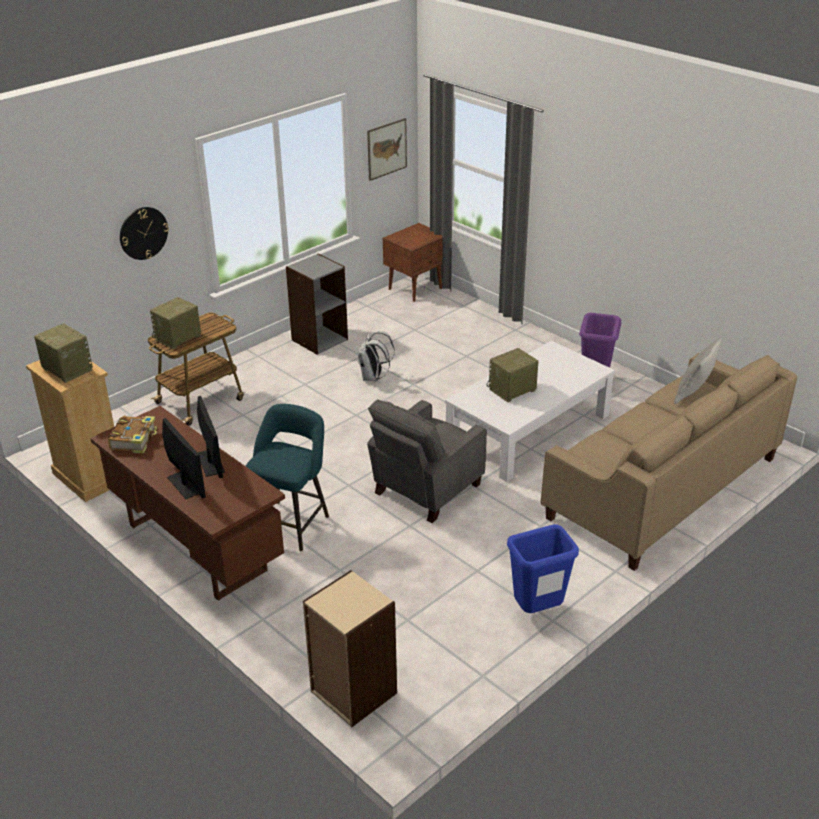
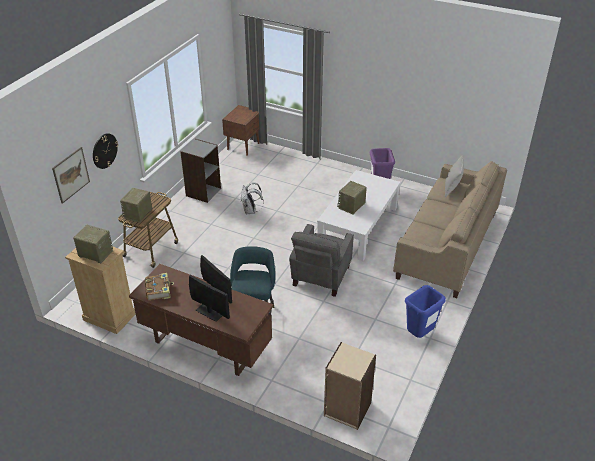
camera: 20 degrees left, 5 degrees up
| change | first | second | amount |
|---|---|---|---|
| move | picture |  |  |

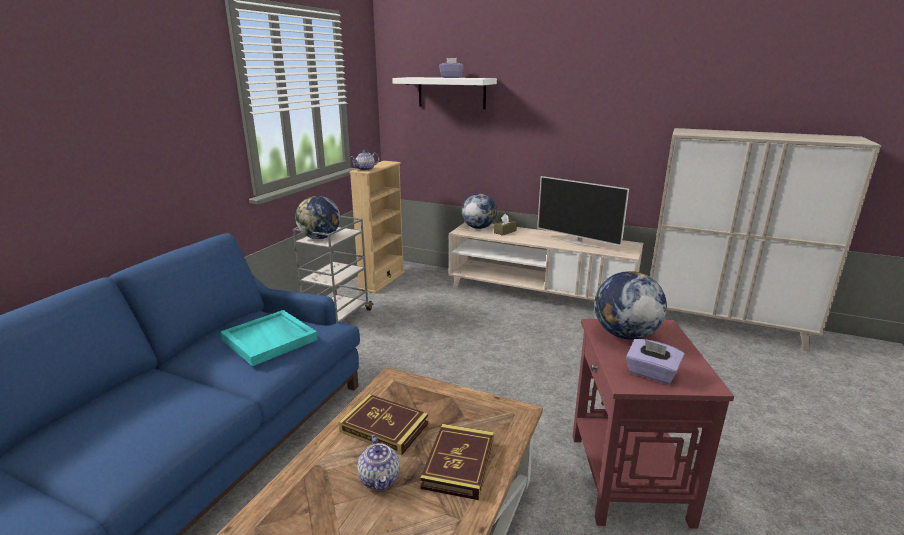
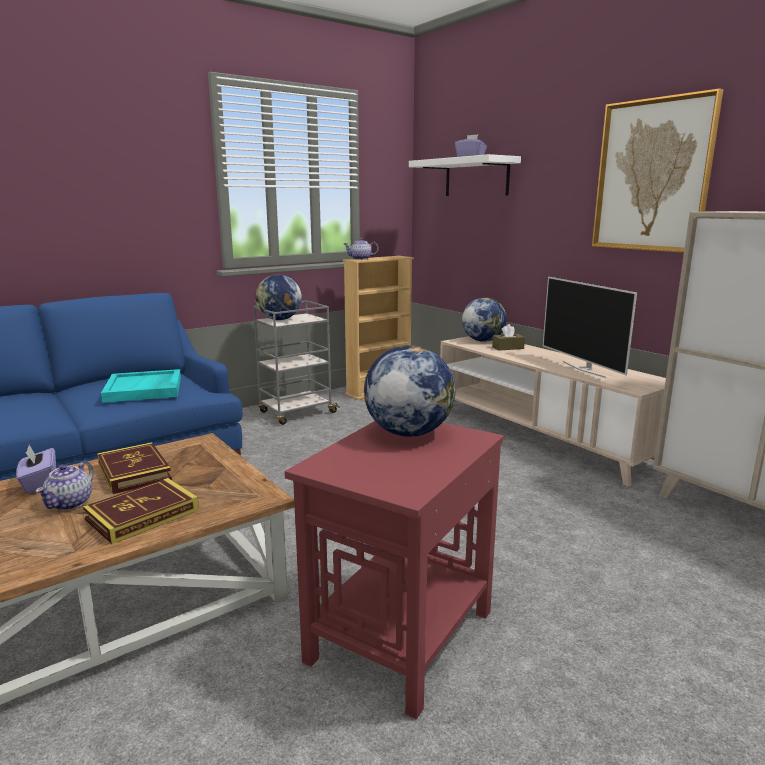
camera: 30 degrees right, 5 degrees down
| change | first | second | amount |
|---|---|---|---|
| insert |  | picture |  |
| move | purple tissue box (2nd from left in the first image) | purple tissue box (1st from left) |  |

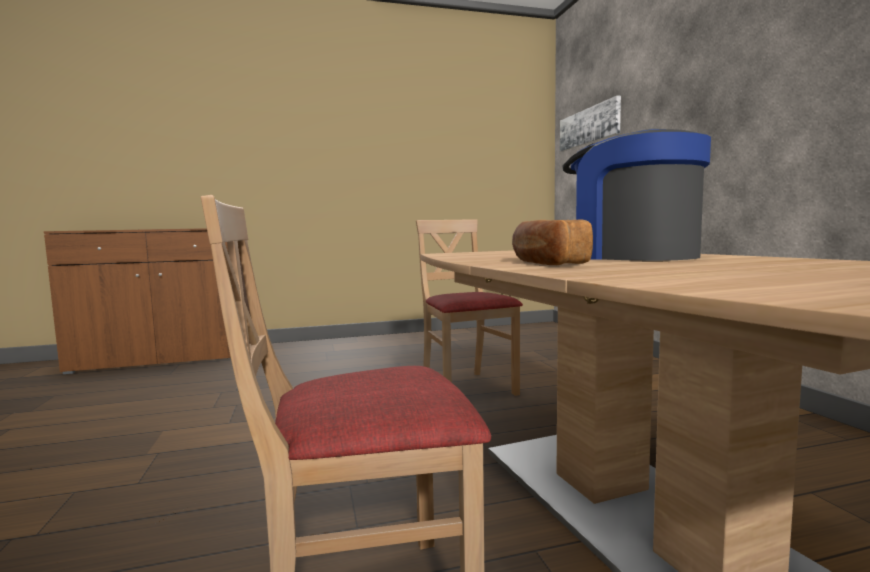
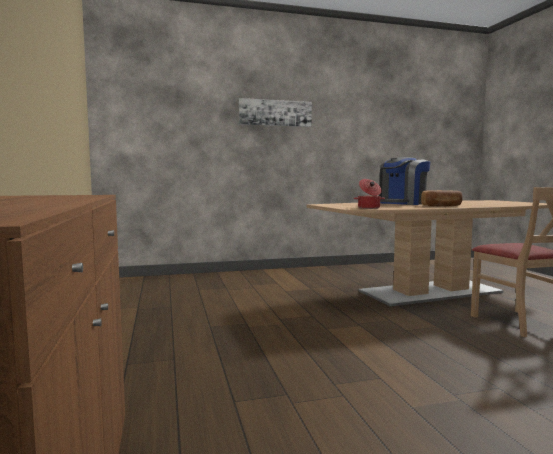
camera: 90 degrees left, 0 degrees up
| change | first | second | amount |
|---|---|---|---|
| delete | beige chair (2nd from left) |  |  |
| insert |  | cooking pot |  |
| move | picture |  |  |

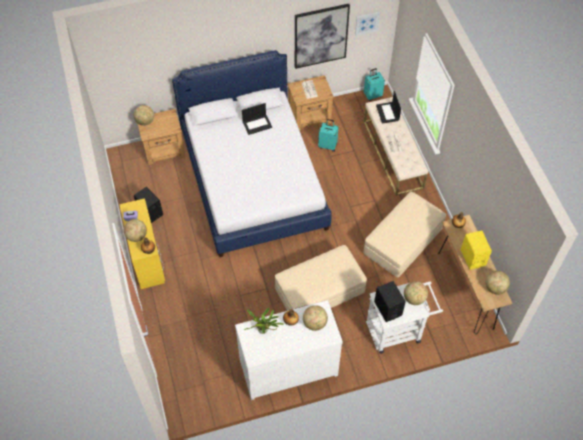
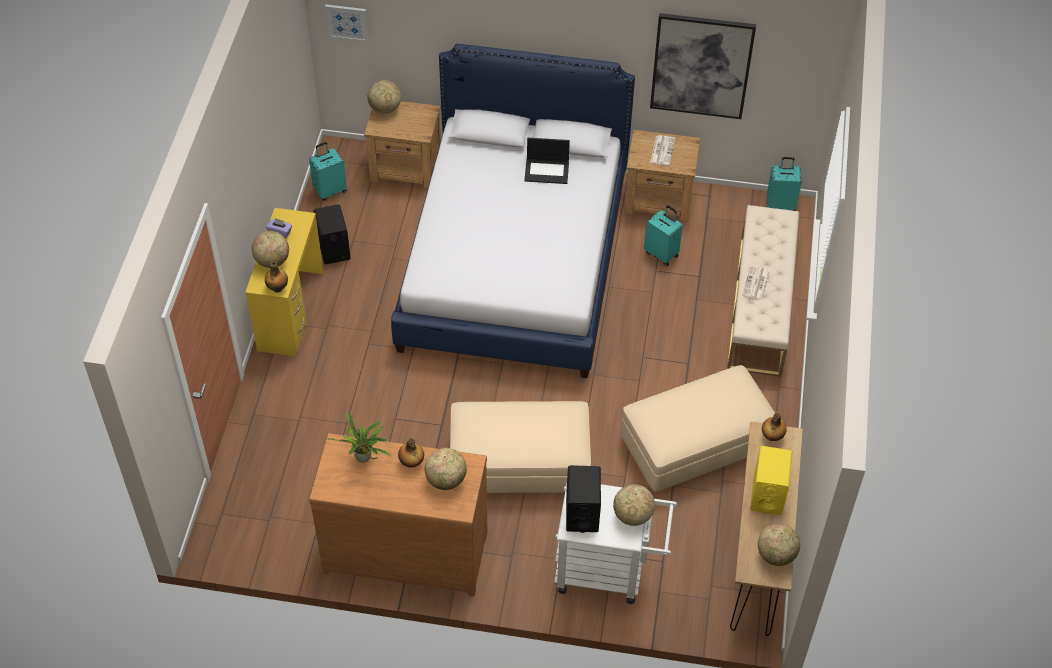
camera: 25 degrees right, 5 degrees down
| change | first | second | amount |
|---|---|---|---|
| delete | laptop (2nd from left) |  |  |
| insert |  | turquoise suitcase (1st from left) |  |
| move | picture (2nd from left in the first image) | picture (1st from left) |  |
| recolor | white dresser | brown dresser |  |

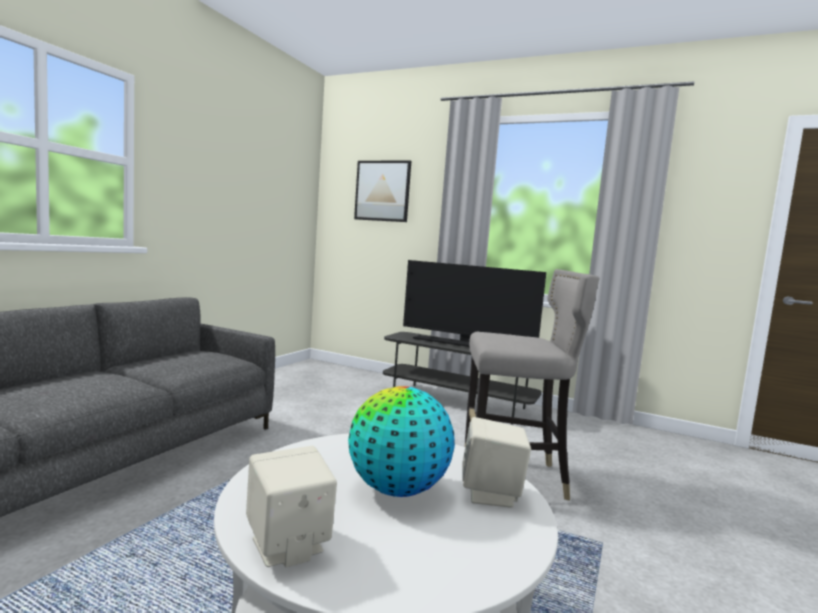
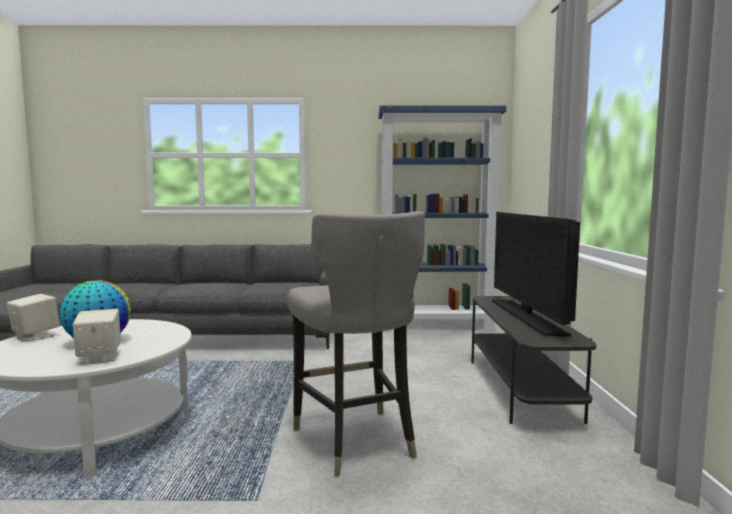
camera: 65 degrees right, 0 degrees up
| change | first | second | amount |
|---|---|---|---|
| delete | picture |  |  |
| insert |  | blue bookcase |  |

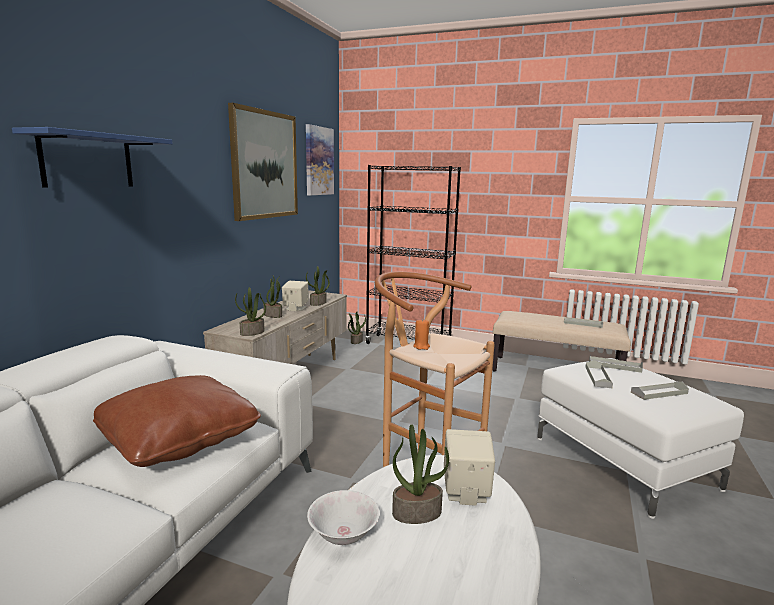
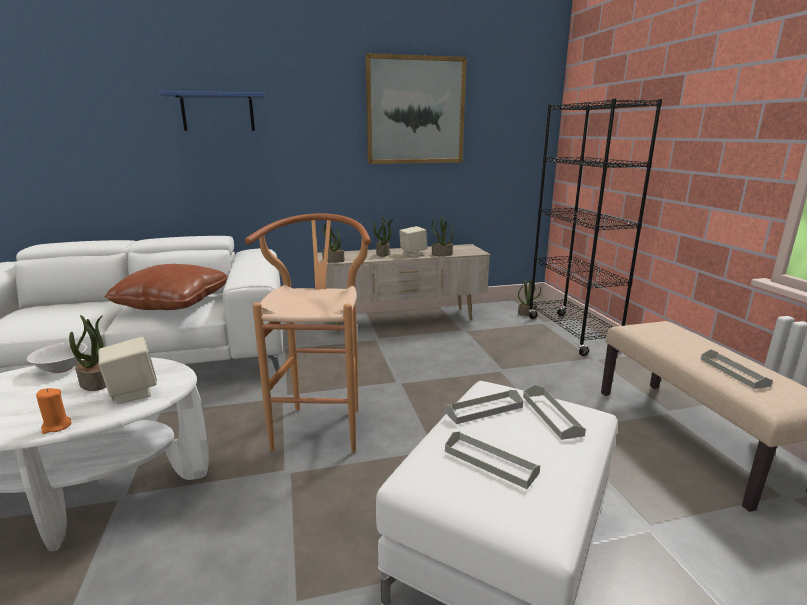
camera: 55 degrees right, 5 degrees up
| change | first | second | amount |
|---|---|---|---|
| delete | picture (2nd from left) |  |  |
| move | orange candle |  |  |

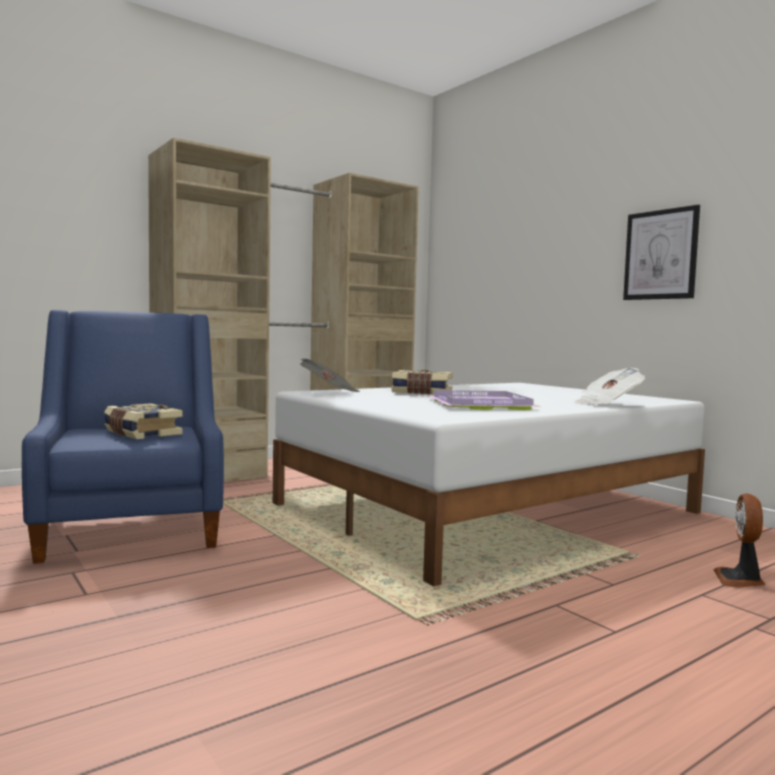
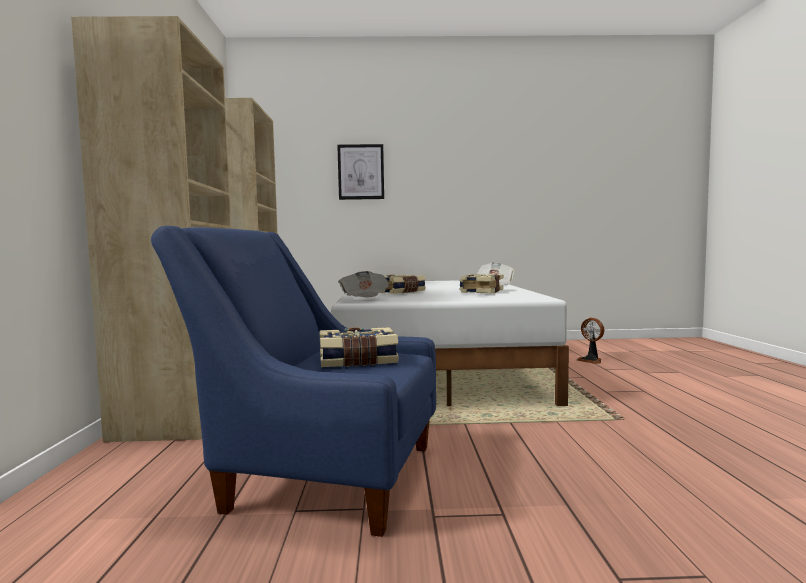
camera: 55 degrees left, 0 degrees up
| change | first | second | amount |
|---|---|---|---|
| move | picture |  |  |
| replace | purple tray | book (3rd from left) |  |

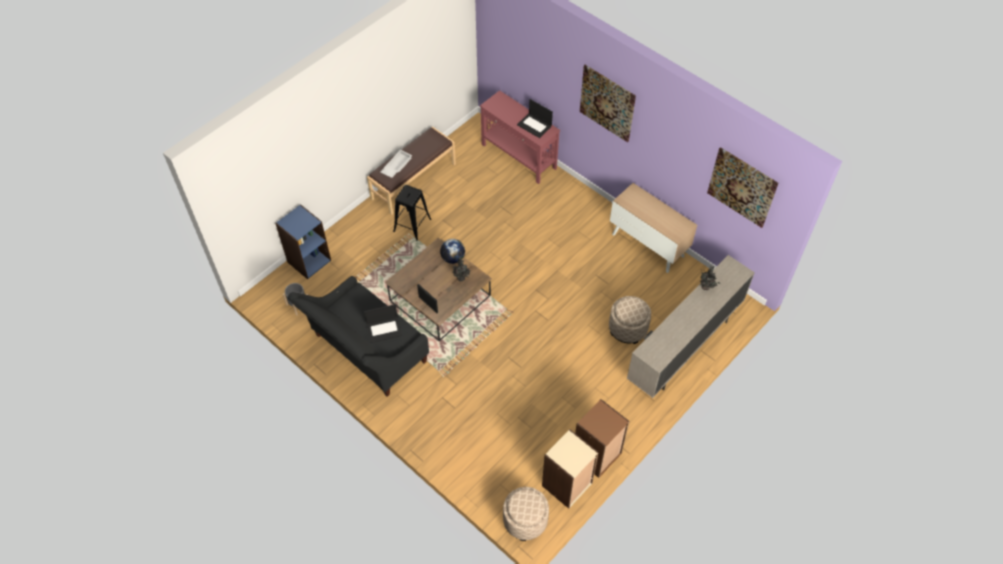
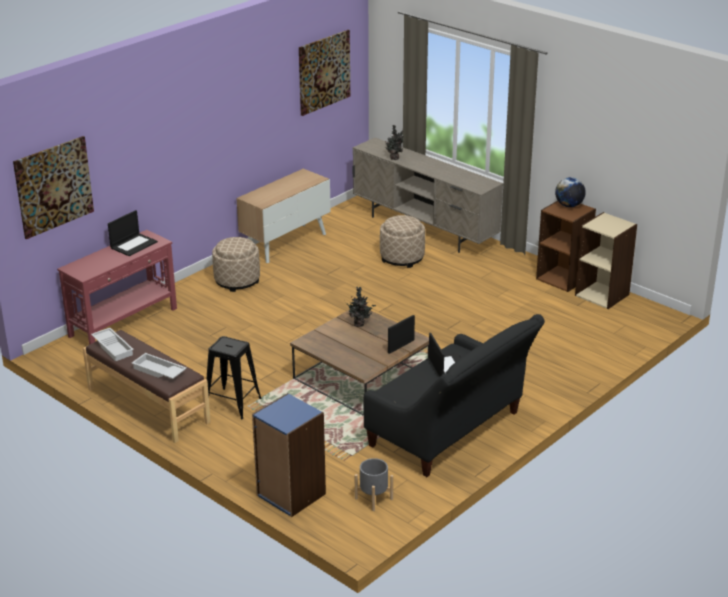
camera: 90 degrees left, 25 degrees down
| change | first | second | amount |
|---|---|---|---|
| insert |  | white tray (1st from left) |  |
| move | globe |  |  |
| move | beige ottoman (1st from left) |  |  |
| move | picture (1st from left) |  |  |

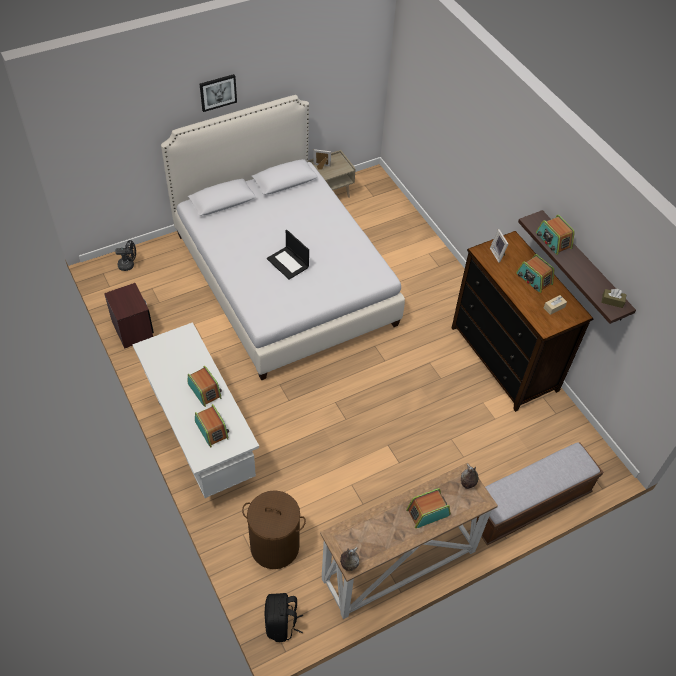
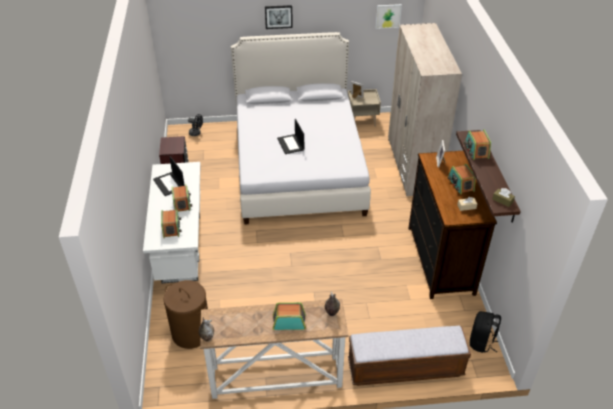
camera: 25 degrees right, 10 degrees down
| change | first | second | amount |
|---|---|---|---|
| insert |  | laptop (1st from left) |  |
| insert |  | picture (2nd from left) |  |
| insert |  | beige wardrobe |  |
| move | black backpack |  |  |

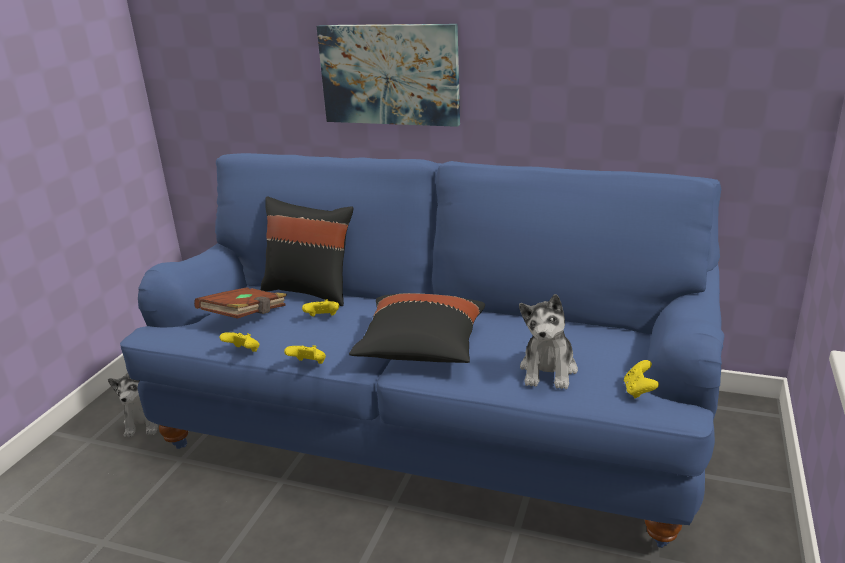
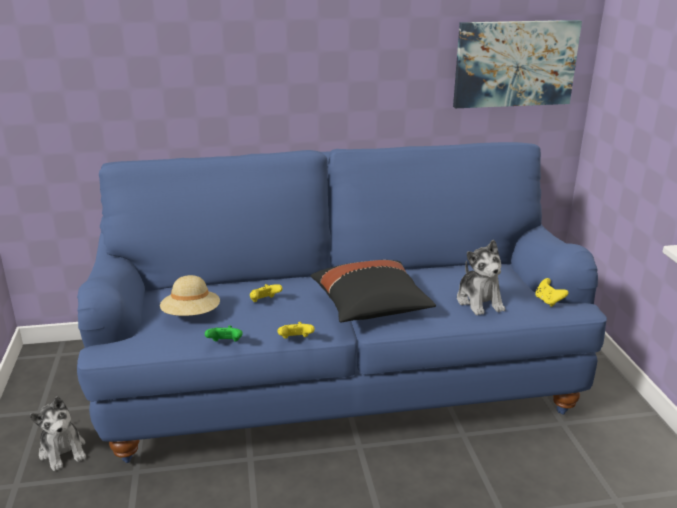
camera: 30 degrees left, 0 degrees up
| change | first | second | amount |
|---|---|---|---|
| delete | black pillow (1st from left) |  |  |
| move | picture |  |  |
| replace | brown book | beige hat |  |
| recolor | yellow game controller (1st from left) | green game controller |  |

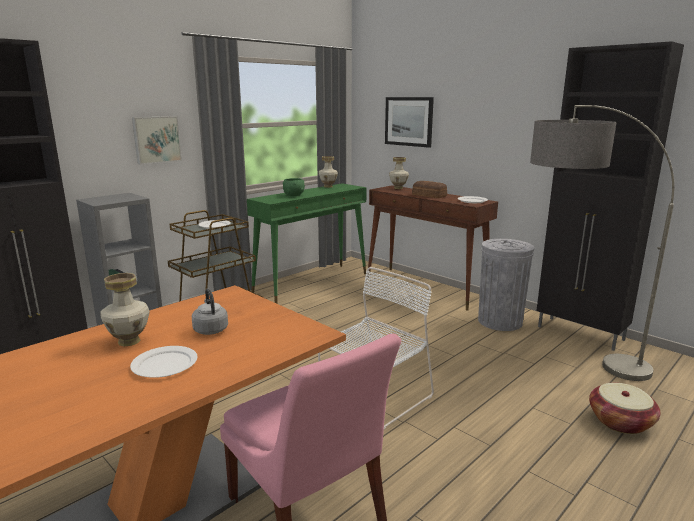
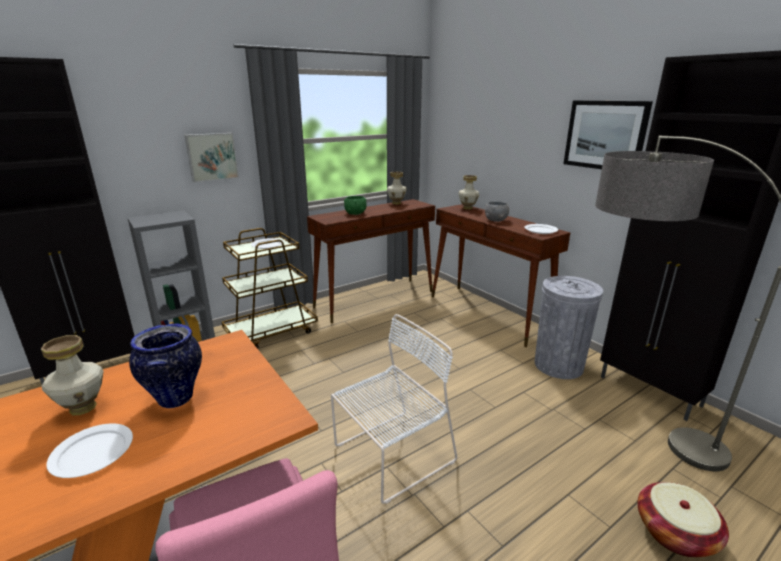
camera: 10 degrees right, 5 degrees up
| change | first | second | amount |
|---|---|---|---|
| move | picture (2nd from left) |  |  |
| replace | grey kettle | vase (2nd from left) |  |
| replace | bread | grey bowl |  |
| recolor | green console table | brown console table (1st from left) |  |

